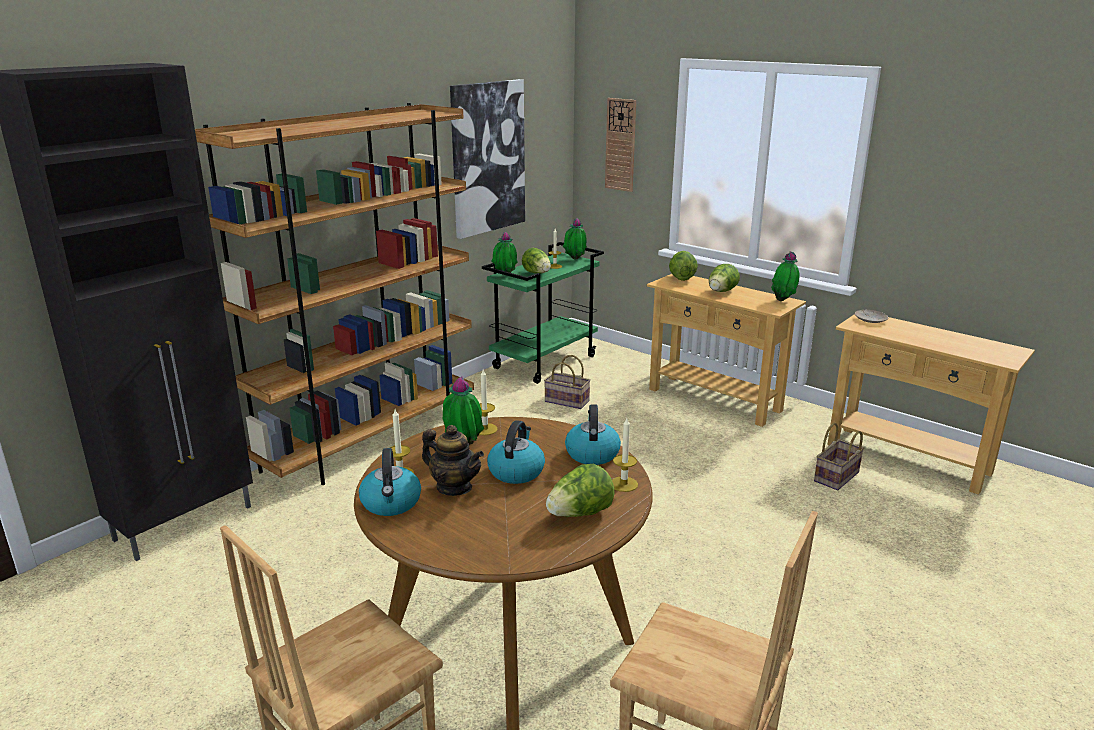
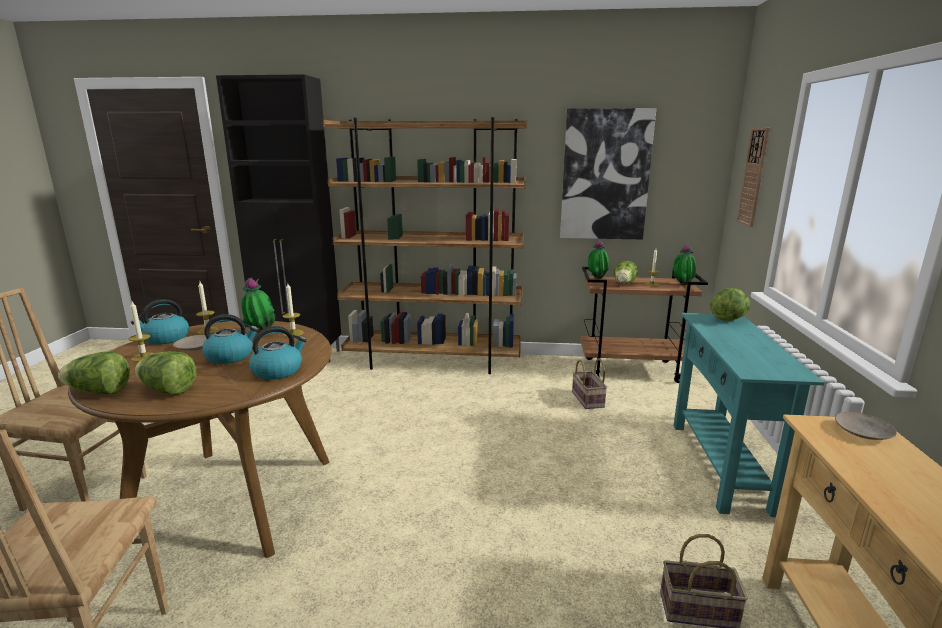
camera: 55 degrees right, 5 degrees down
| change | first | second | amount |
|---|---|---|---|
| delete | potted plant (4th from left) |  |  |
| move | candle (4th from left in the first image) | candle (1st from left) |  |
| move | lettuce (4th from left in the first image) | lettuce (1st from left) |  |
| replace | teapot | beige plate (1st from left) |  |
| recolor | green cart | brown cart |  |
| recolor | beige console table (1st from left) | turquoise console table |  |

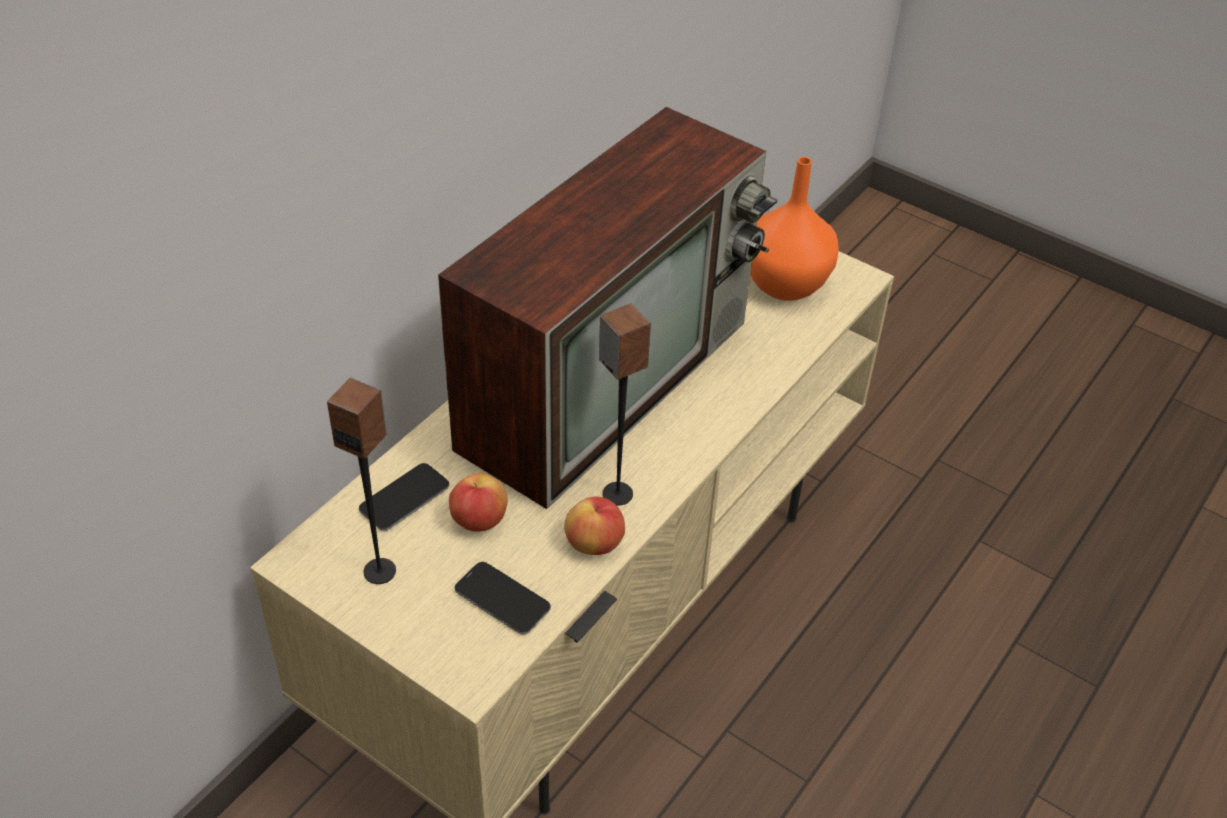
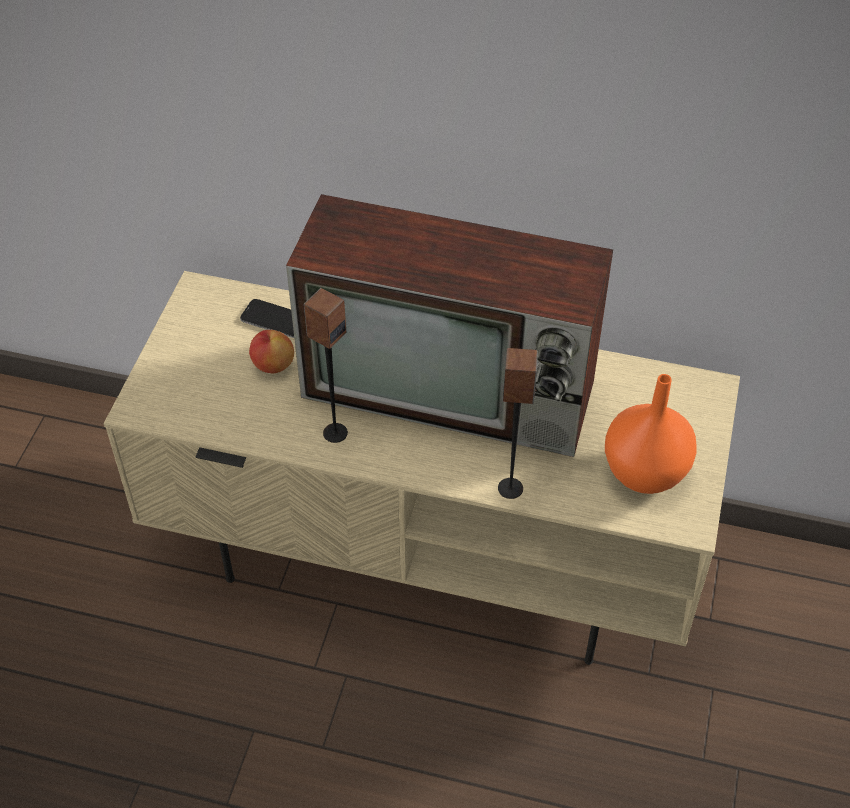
camera: 70 degrees right, 5 degrees up
| change | first | second | amount |
|---|---|---|---|
| delete | phone (2nd from left) |  |  |
| delete | apple (2nd from left) |  |  |
| move | speaker (1st from left in the first image) | speaker (2nd from left) |  |

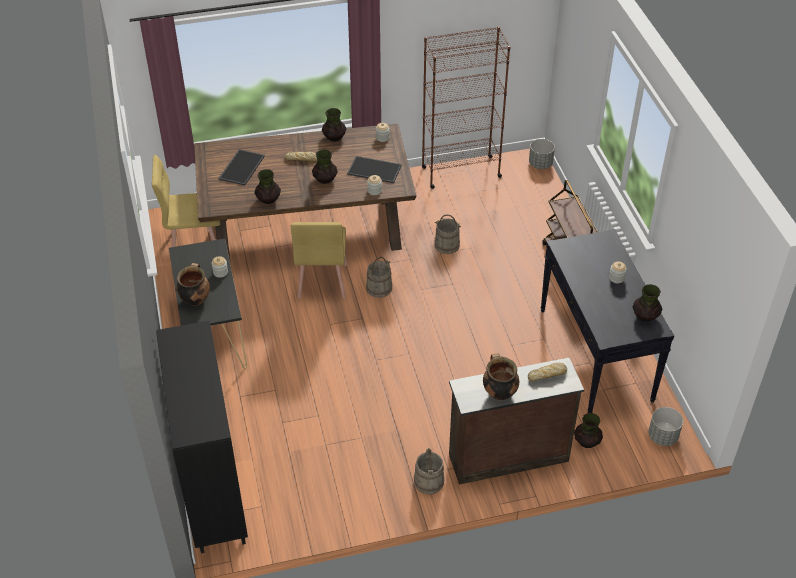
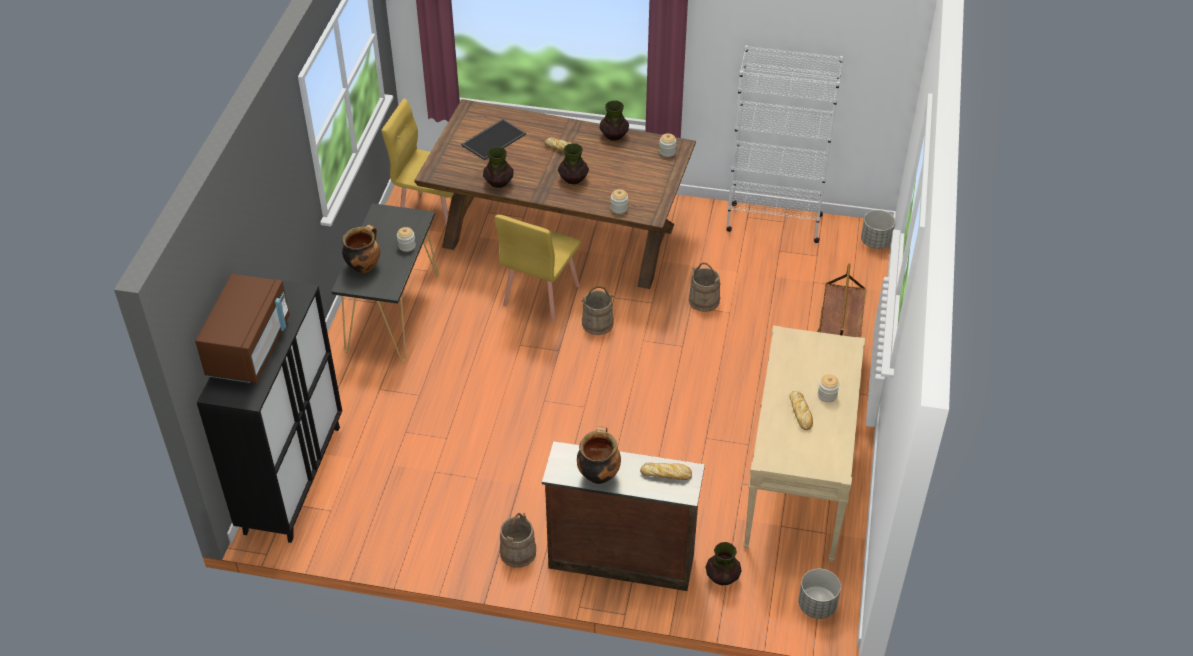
camera: 25 degrees right, 0 degrees up
| change | first | second | amount |
|---|---|---|---|
| delete | tray (2nd from left) |  |  |
| delete | vase (5th from left) |  |  |
| insert |  | brown microwave |  |
| insert |  | bread (3rd from left) |  |
| recolor | brown bookcase | white bookcase |  |
| recolor | black console table (2nd from left) | beige console table |  |

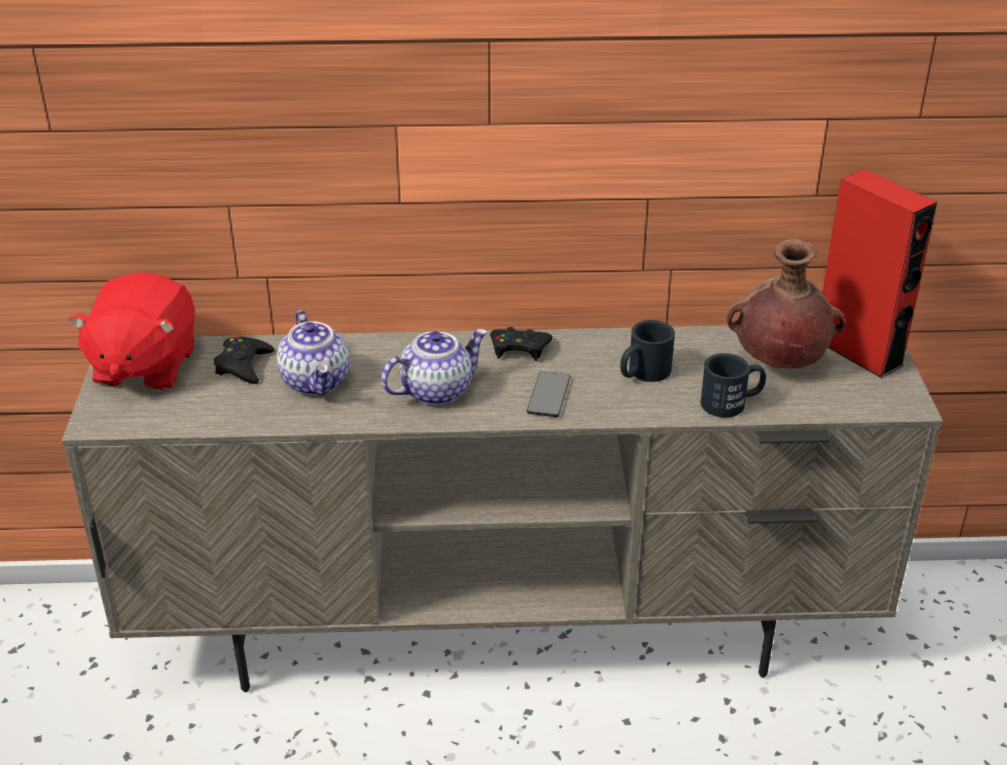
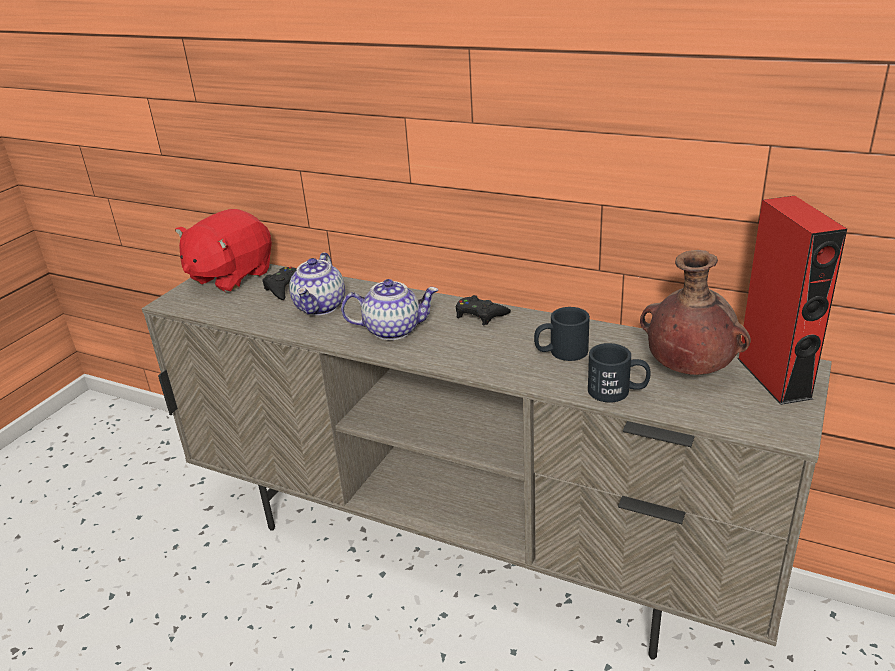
camera: 30 degrees right, 5 degrees down
| change | first | second | amount |
|---|---|---|---|
| delete | phone |  |  |

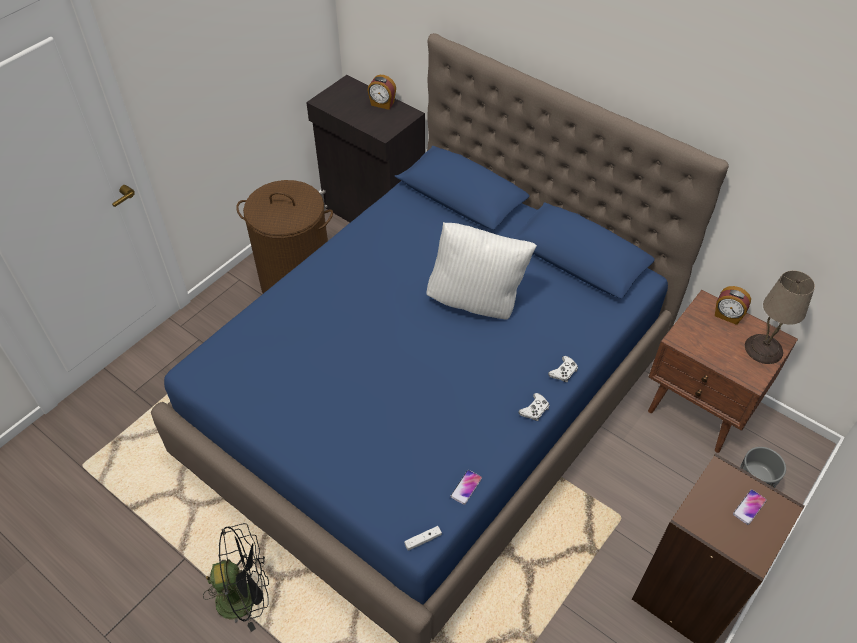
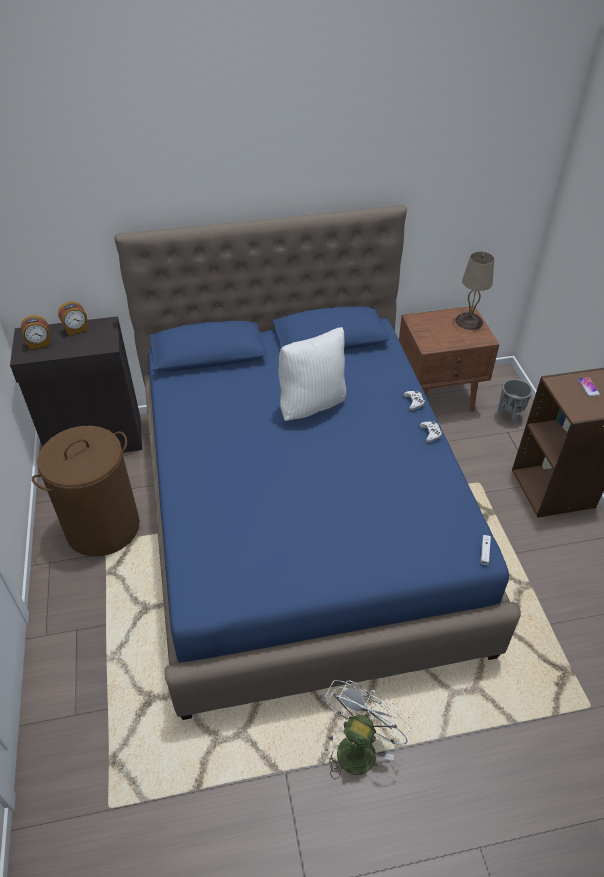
camera: 50 degrees left, 5 degrees down
| change | first | second | amount |
|---|---|---|---|
| delete | phone (1st from left) |  |  |
| move | alarm clock (2nd from left in the first image) | alarm clock (1st from left) |  |
| recolor | black fan | white fan |  |

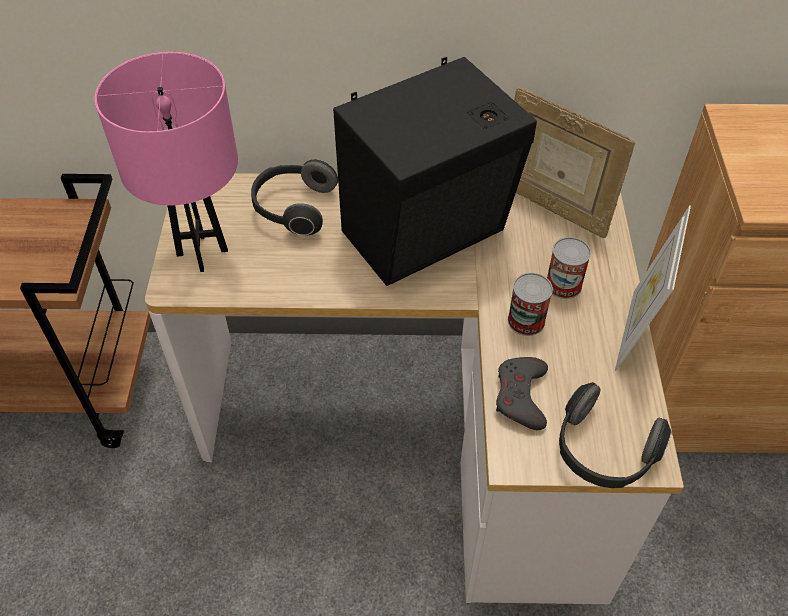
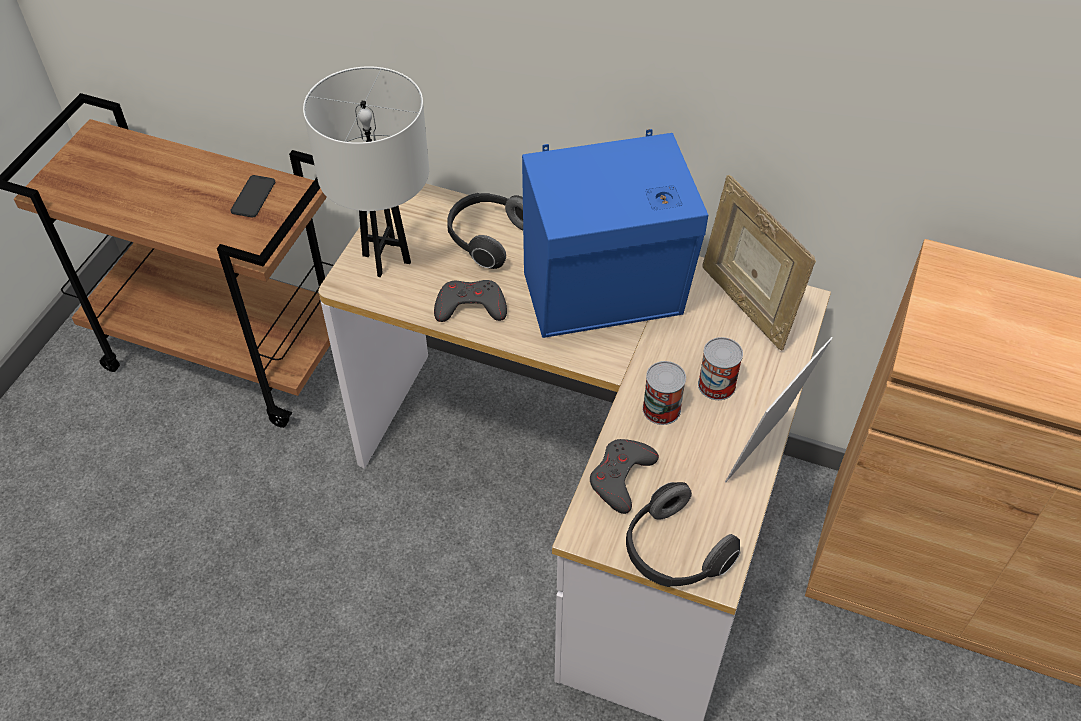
camera: 20 degrees right, 0 degrees up
| change | first | second | amount |
|---|---|---|---|
| insert |  | phone |  |
| insert |  | grey game controller (1st from left) |  |
| recolor | pink table lamp | white table lamp |  |
| recolor | black speaker | blue speaker |  |

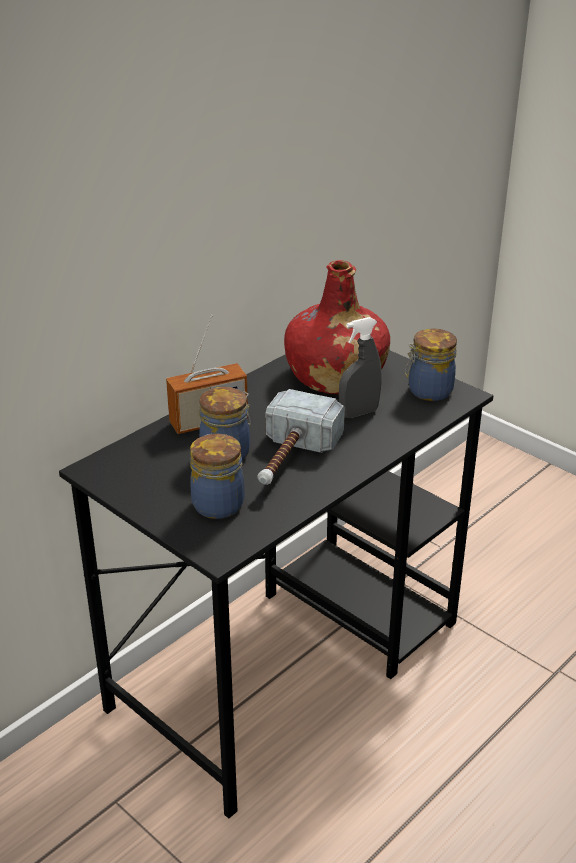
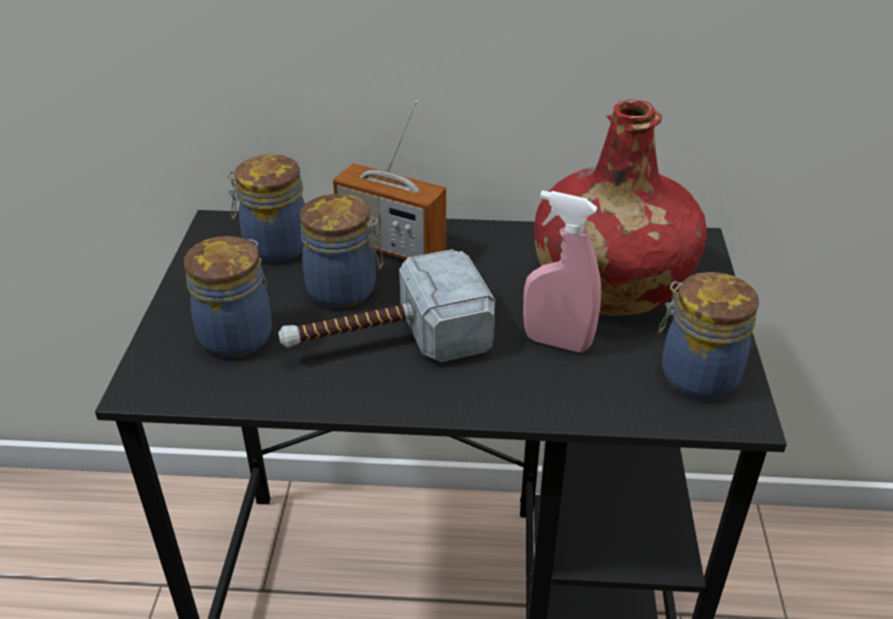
camera: 50 degrees right, 5 degrees up
| change | first | second | amount |
|---|---|---|---|
| insert |  | jar (2nd from left) |  |
| recolor | grey spray bottle | pink spray bottle |  |

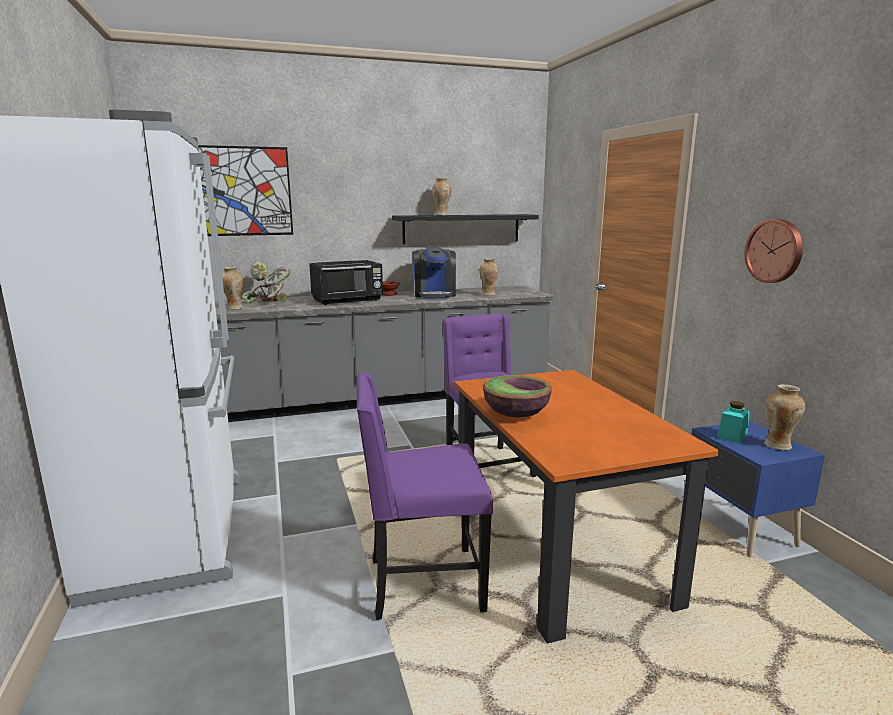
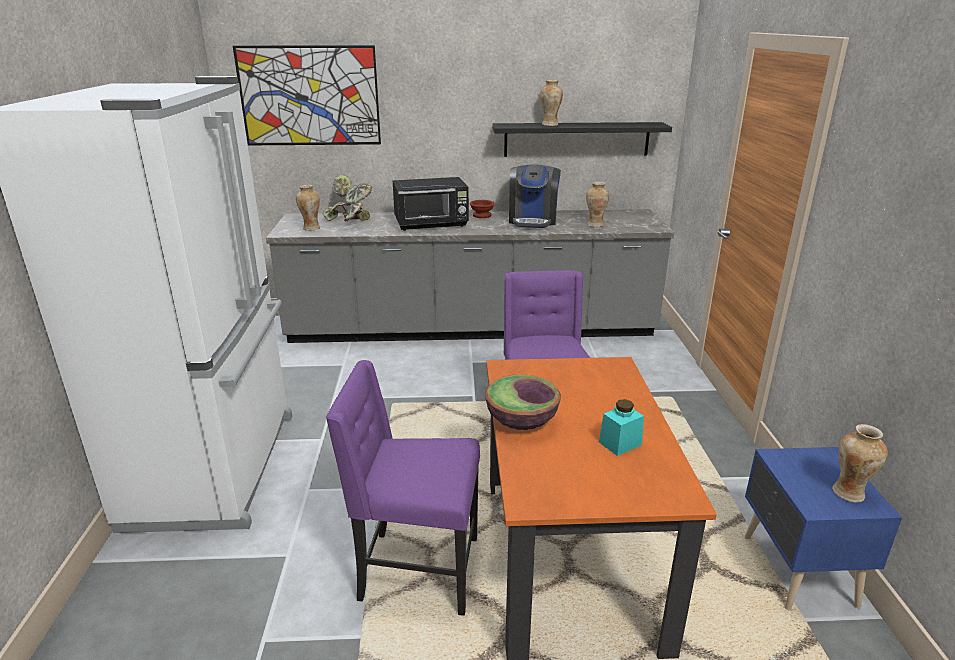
camera: 15 degrees right, 10 degrees up
| change | first | second | amount |
|---|---|---|---|
| delete | wall clock |  |  |
| move | turquoise jar |  |  |

